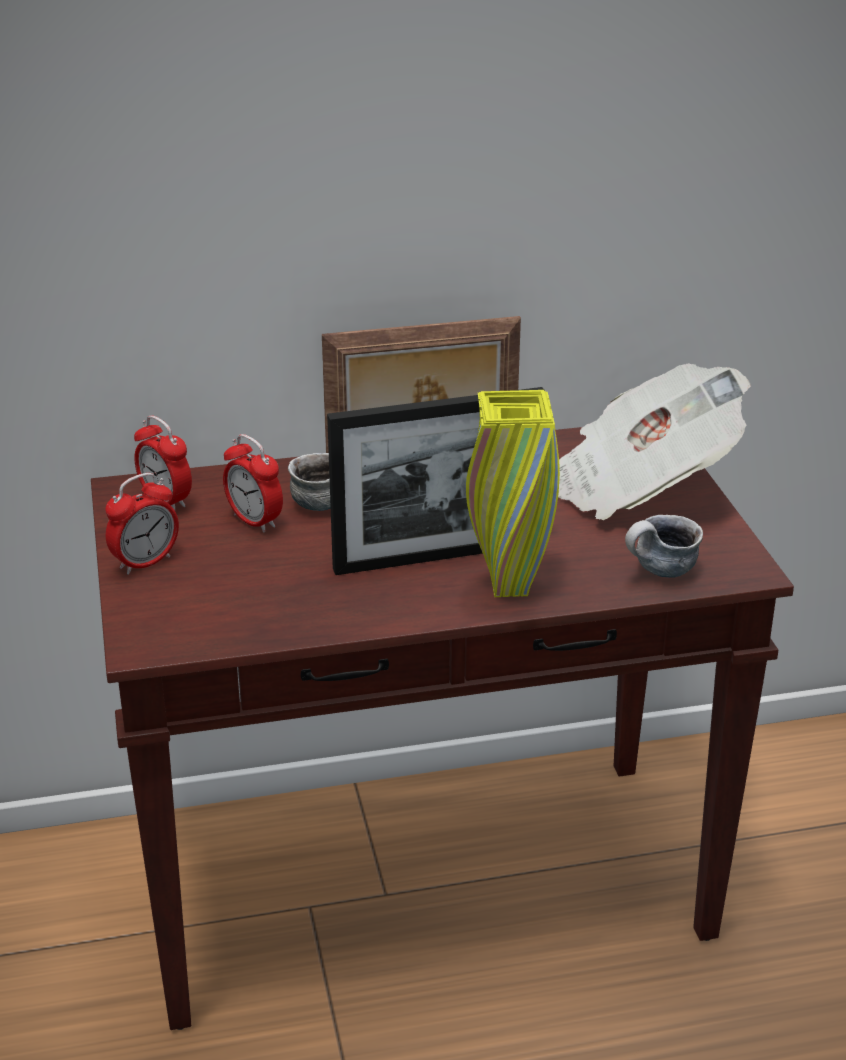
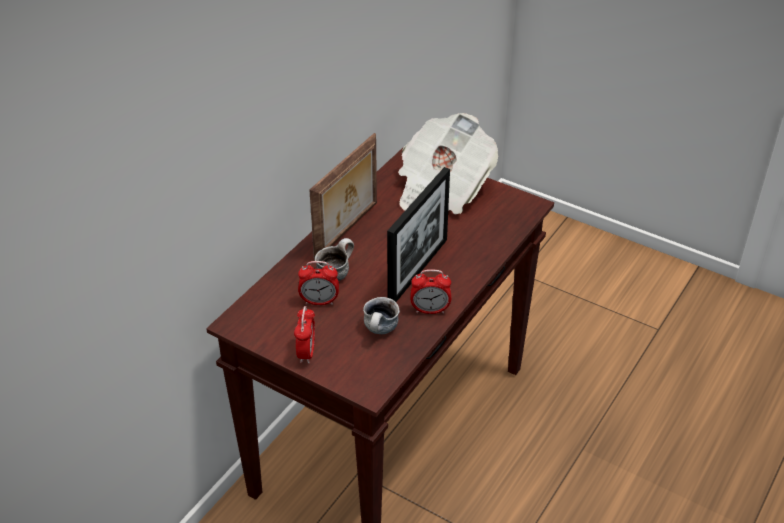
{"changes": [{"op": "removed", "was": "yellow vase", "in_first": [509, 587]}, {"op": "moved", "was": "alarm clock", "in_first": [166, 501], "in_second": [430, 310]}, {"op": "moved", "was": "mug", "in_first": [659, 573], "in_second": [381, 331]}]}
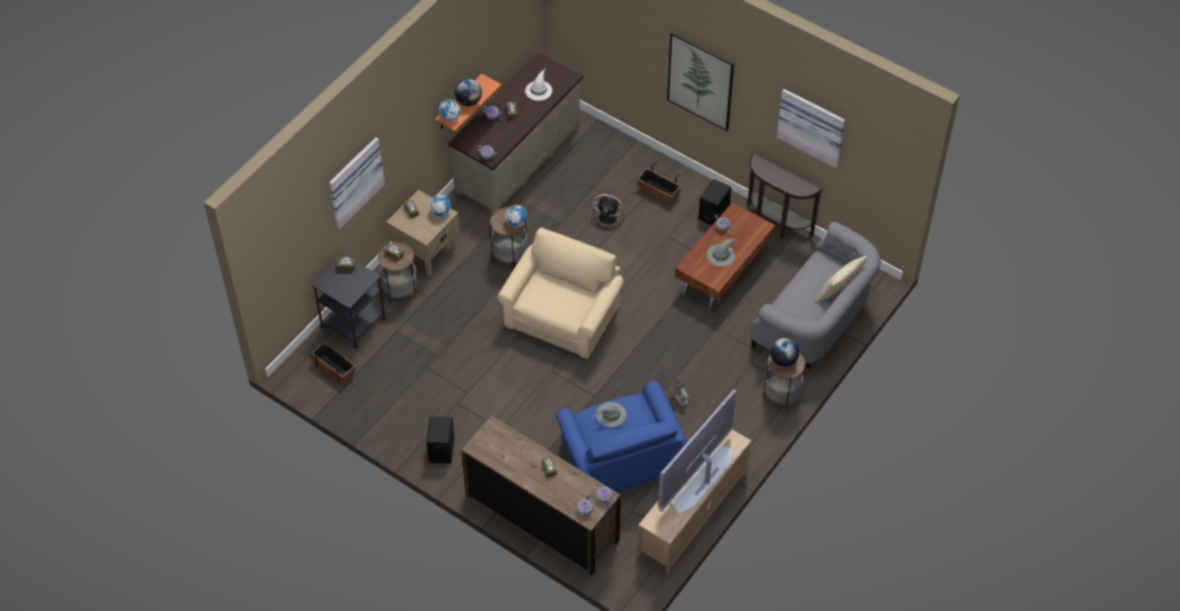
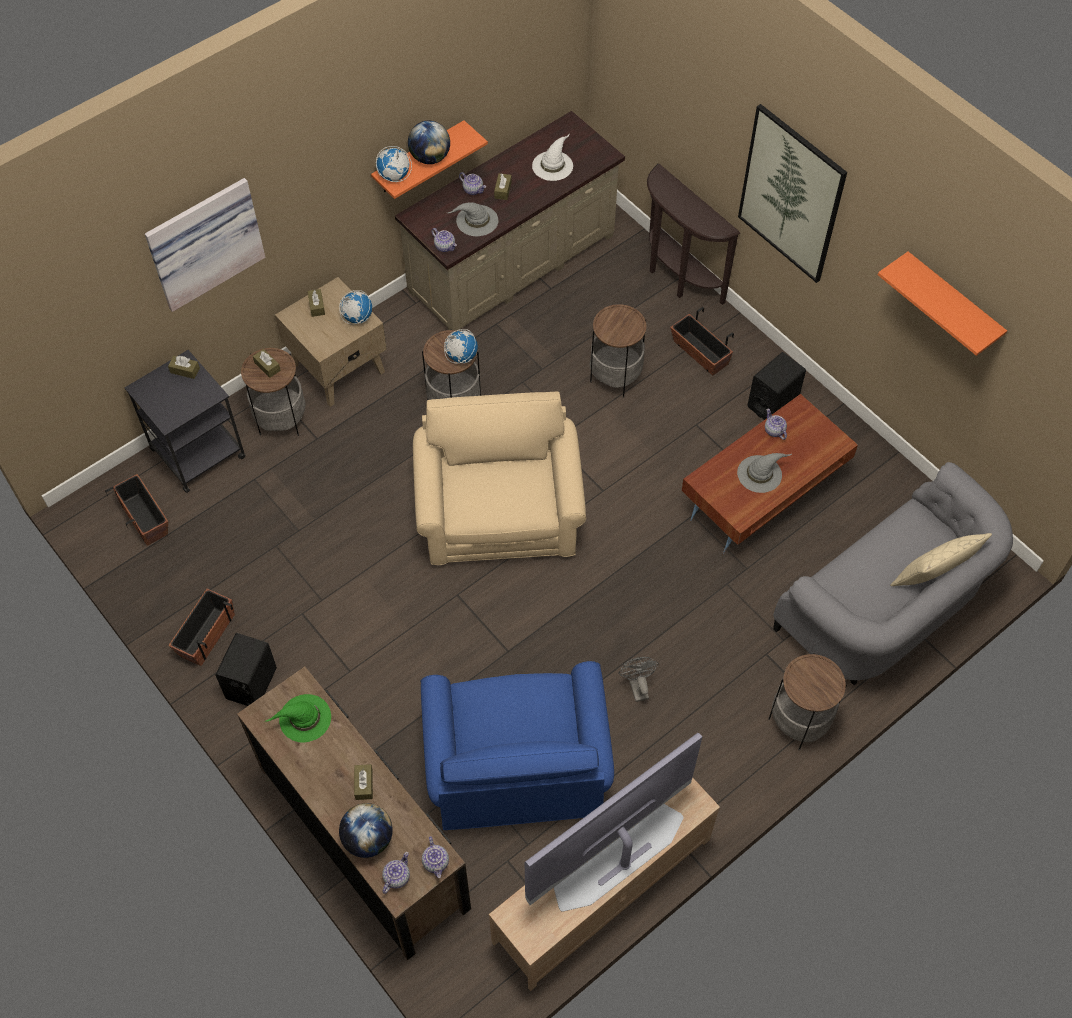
{"changes": [{"op": "added", "now": "planter", "in_second": [206, 635]}, {"op": "added", "now": "green hat", "in_second": [304, 718]}, {"op": "moved", "was": "grey hat", "in_first": [610, 415], "in_second": [476, 221]}, {"op": "moved", "was": "brown console table", "in_first": [775, 225], "in_second": [677, 277]}, {"op": "moved", "was": "globe", "in_first": [783, 360], "in_second": [368, 839]}, {"op": "replaced", "was": "black fan", "now": "side table", "in_first": [609, 218], "in_second": [615, 376]}, {"op": "replaced", "was": "picture", "now": "orange shelf", "in_first": [812, 126], "in_second": [952, 302]}, {"op": "turned", "was": "beige armchair", "in_first": [562, 317], "in_second": [500, 514], "clockwise": -45}]}
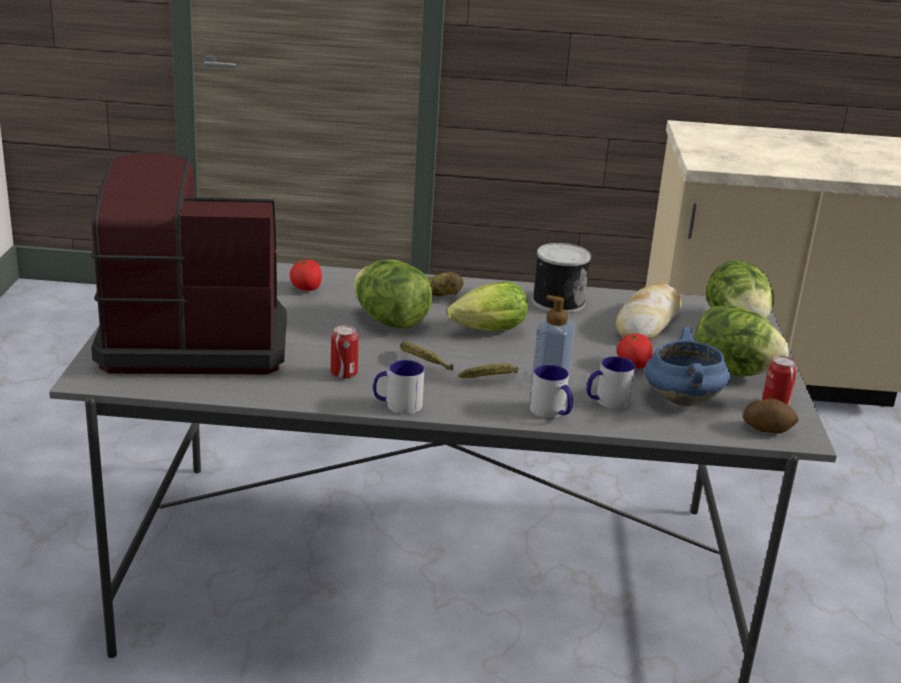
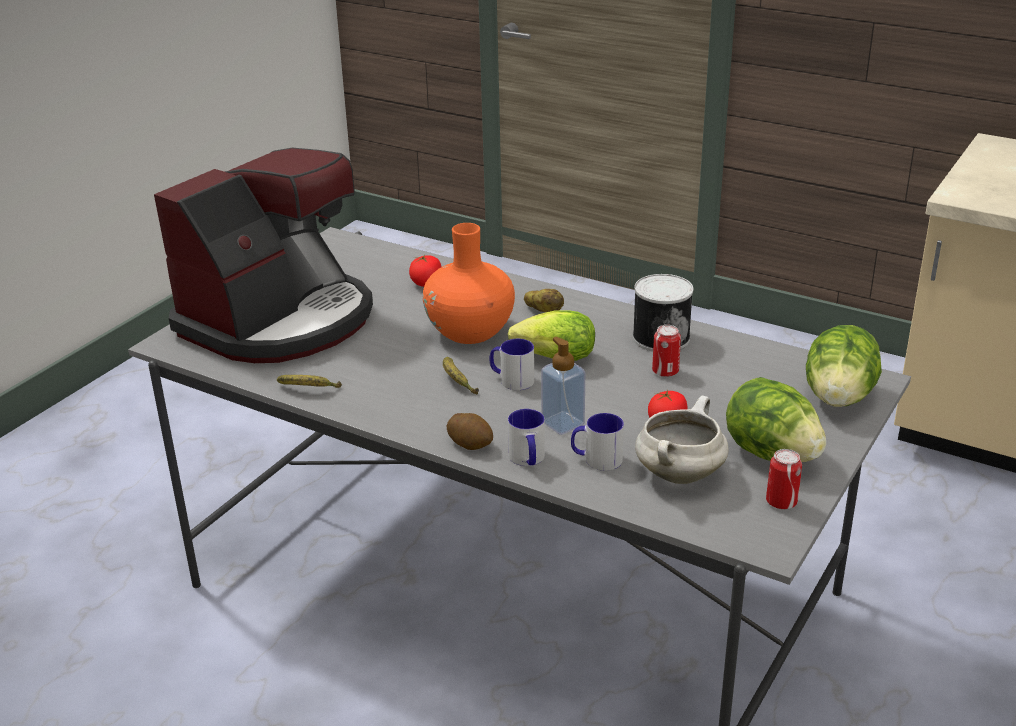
{"changes": [{"op": "removed", "was": "bread", "in_first": [648, 322]}, {"op": "moved", "was": "can", "in_first": [344, 374], "in_second": [665, 371]}, {"op": "moved", "was": "mug", "in_first": [397, 405], "in_second": [511, 380]}, {"op": "moved", "was": "banana", "in_first": [491, 379], "in_second": [308, 389]}, {"op": "moved", "was": "potato", "in_first": [767, 429], "in_second": [470, 443]}, {"op": "replaced", "was": "lettuce", "now": "orange vase", "in_first": [390, 321], "in_second": [470, 332]}, {"op": "recoloured", "was": "blue cooking pot", "now": "white cooking pot", "in_first": [681, 399], "in_second": [679, 473]}, {"op": "turned", "was": "coffee machine", "in_first": [193, 340], "in_second": [280, 321], "clockwise": 105}]}
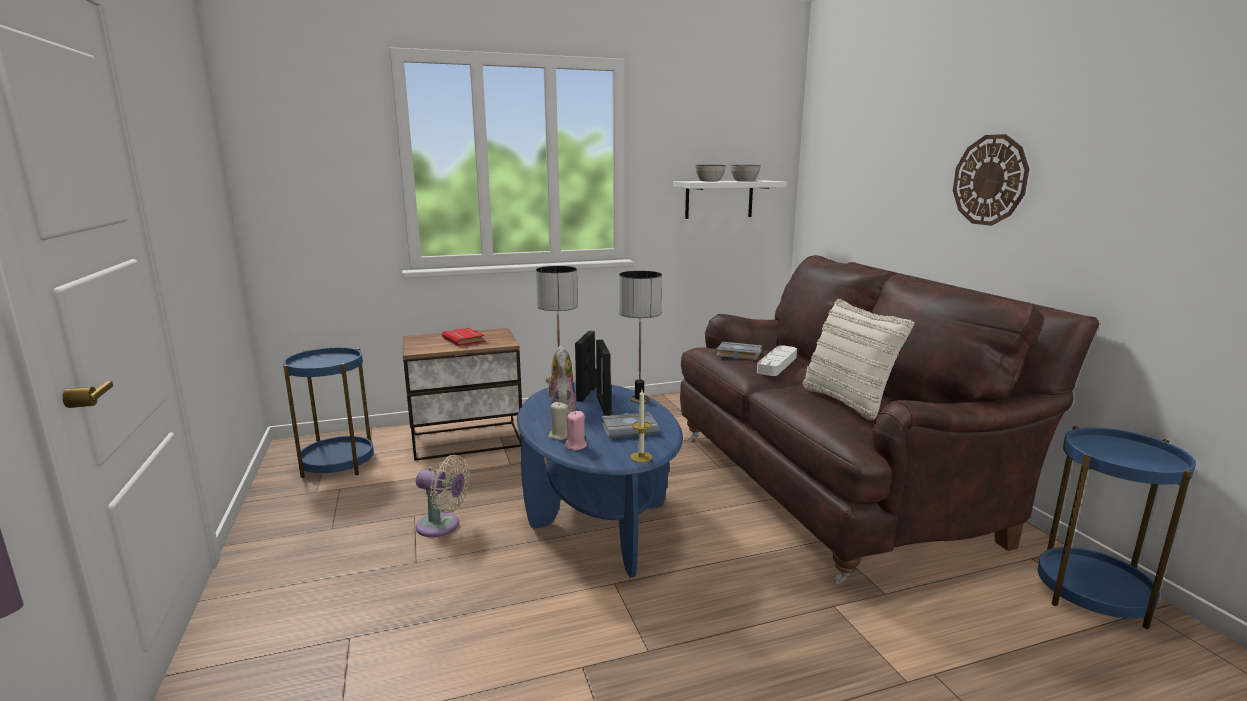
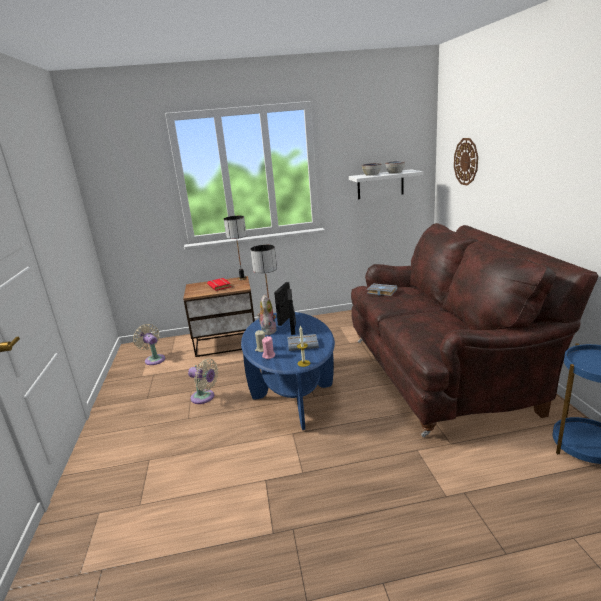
{"changes": [{"op": "removed", "was": "white tray", "in_first": [777, 364]}, {"op": "removed", "was": "beige pillow", "in_first": [849, 402]}, {"op": "moved", "was": "table lamp", "in_first": [639, 399], "in_second": [242, 278]}, {"op": "moved", "was": "wall clock", "in_first": [990, 180], "in_second": [466, 161]}, {"op": "replaced", "was": "blue side table", "now": "beige fan", "in_first": [338, 464], "in_second": [154, 359]}]}
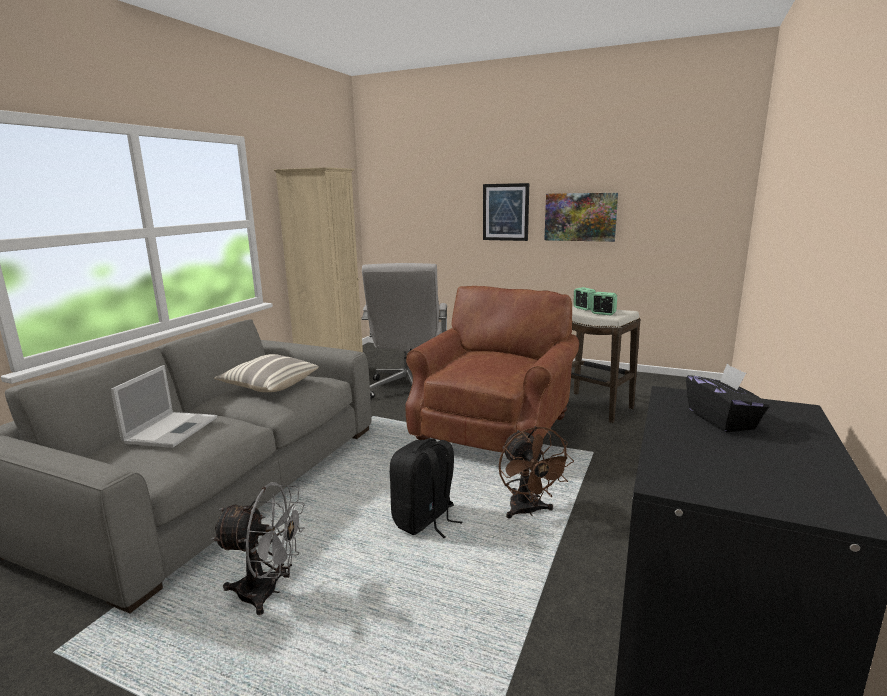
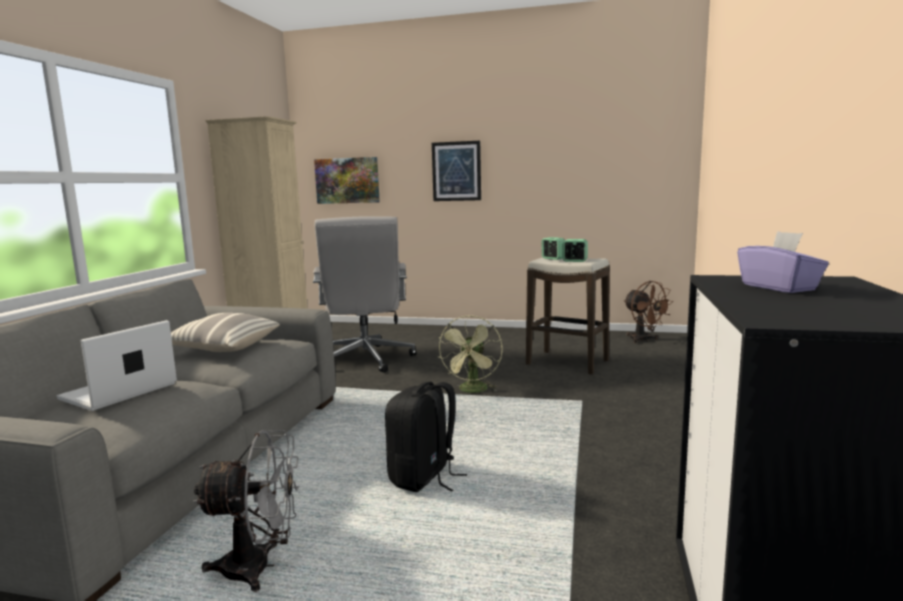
{"changes": [{"op": "moved", "was": "brown fan", "in_first": [528, 511], "in_second": [644, 340]}, {"op": "moved", "was": "picture", "in_first": [580, 217], "in_second": [347, 180]}, {"op": "replaced", "was": "brown armchair", "now": "green fan", "in_first": [494, 431], "in_second": [473, 391]}, {"op": "recoloured", "was": "black tissue box", "now": "purple tissue box", "in_first": [722, 420], "in_second": [779, 287]}, {"op": "turned", "was": "laptop", "in_first": [172, 429], "in_second": [117, 392], "clockwise": -150}]}
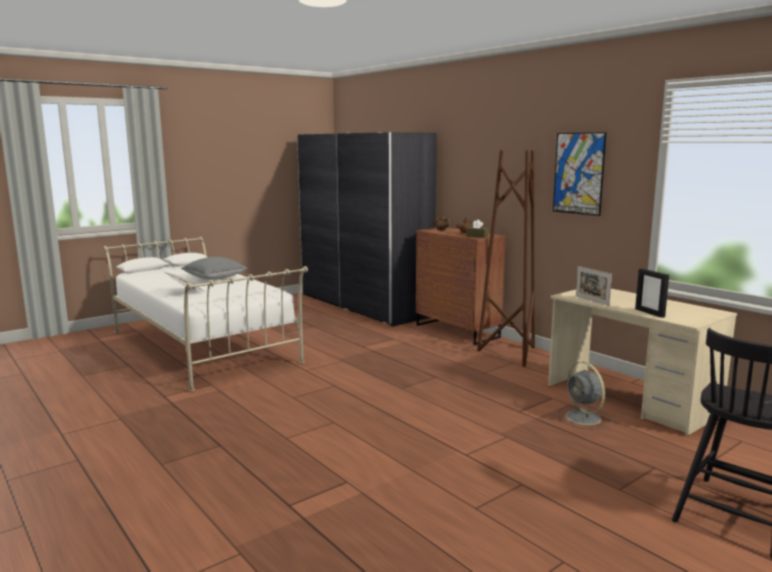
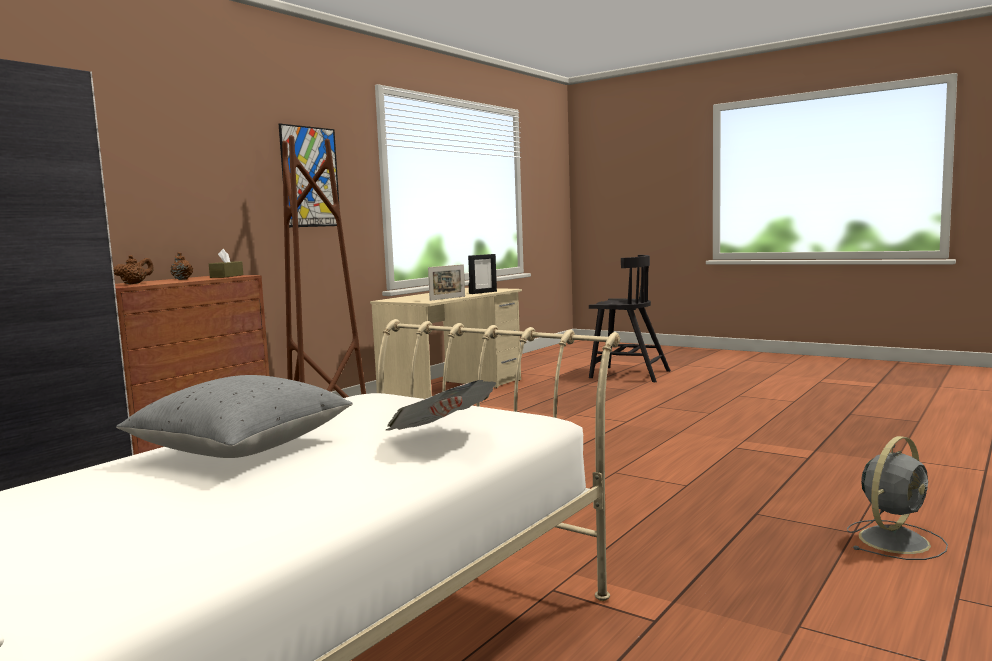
{"changes": [{"op": "moved", "was": "grey fan", "in_first": [584, 418], "in_second": [895, 539]}]}
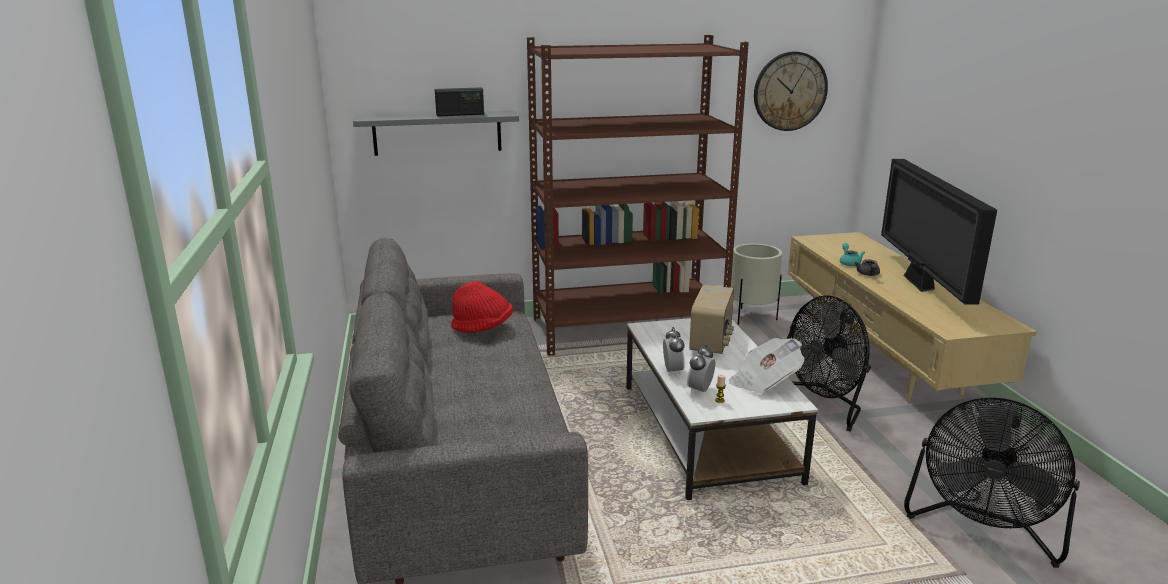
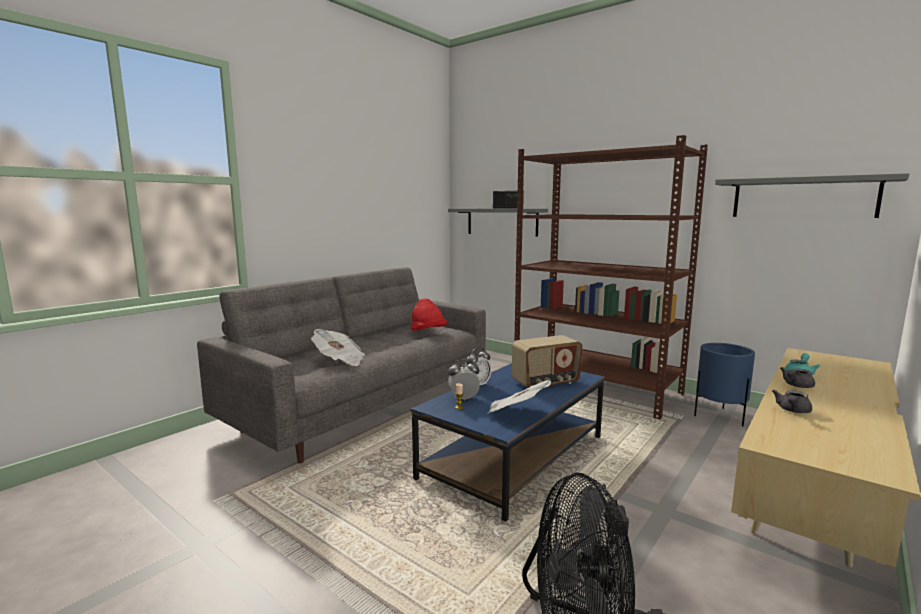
{"changes": [{"op": "removed", "was": "black fan", "in_first": [825, 400]}, {"op": "removed", "was": "television", "in_first": [919, 284]}, {"op": "added", "now": "newspaper", "in_second": [339, 361]}, {"op": "added", "now": "grey teapot", "in_second": [792, 410]}, {"op": "replaced", "was": "wall clock", "now": "grey shelf", "in_first": [790, 91], "in_second": [803, 198]}, {"op": "recoloured", "was": "white coffee table", "now": "blue coffee table", "in_first": [706, 431], "in_second": [515, 456]}, {"op": "recoloured", "was": "beige planter", "now": "blue planter", "in_first": [752, 317], "in_second": [720, 416]}]}
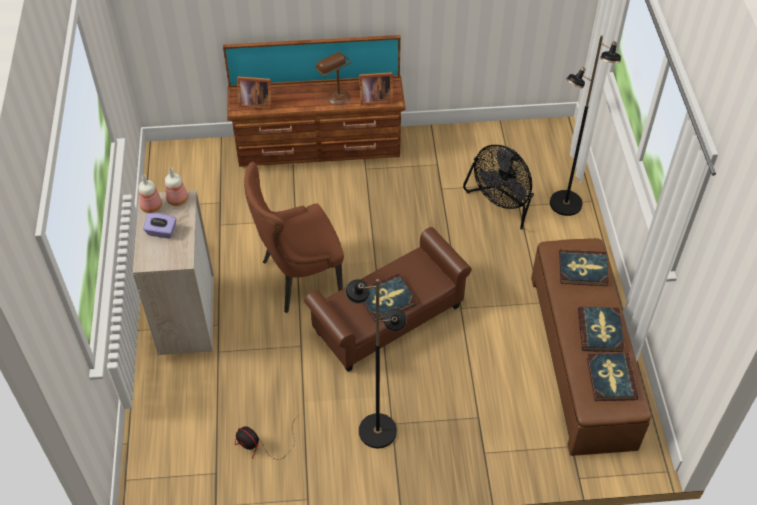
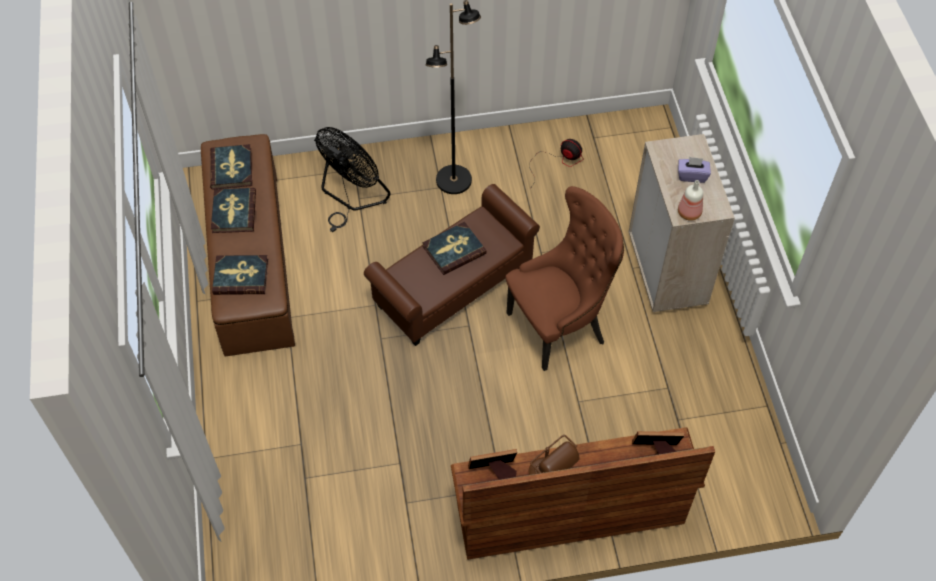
{"changes": [{"op": "removed", "was": "bottle", "in_first": [150, 207]}, {"op": "removed", "was": "black floor lamp", "in_first": [565, 204]}, {"op": "moved", "was": "black fan", "in_first": [501, 201], "in_second": [347, 195]}]}
